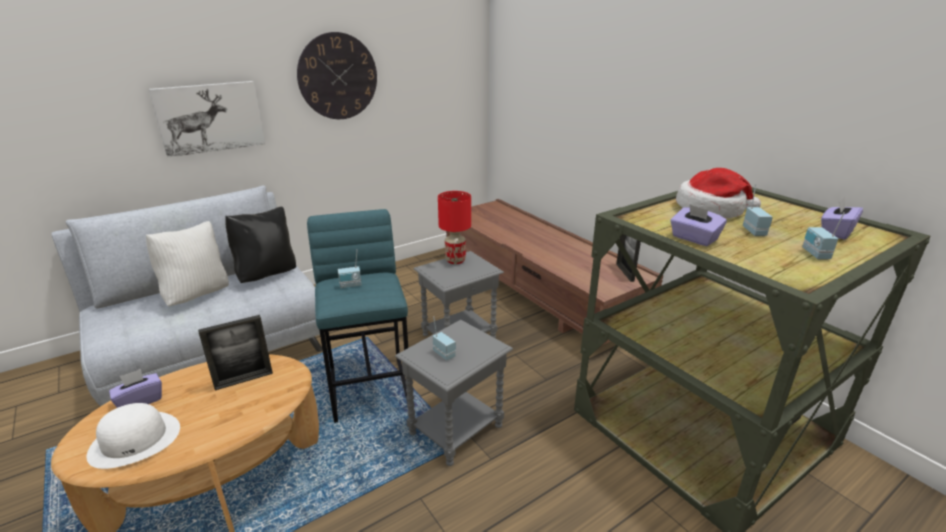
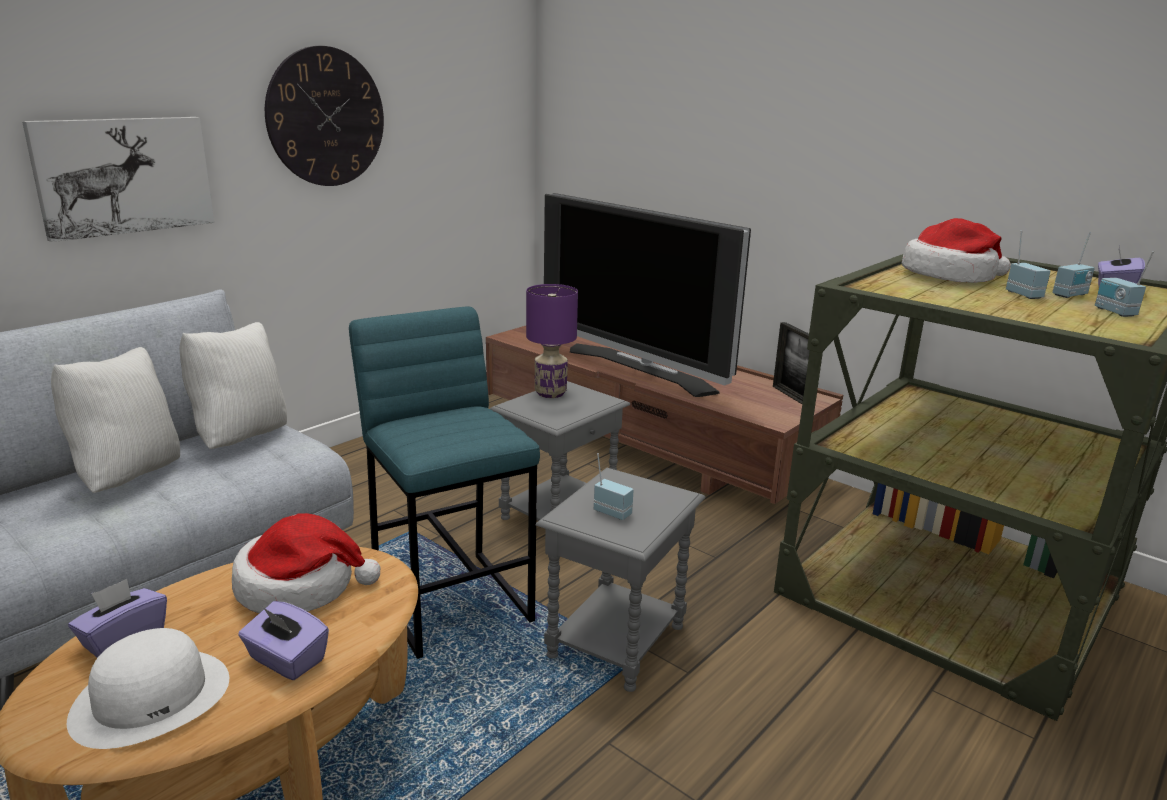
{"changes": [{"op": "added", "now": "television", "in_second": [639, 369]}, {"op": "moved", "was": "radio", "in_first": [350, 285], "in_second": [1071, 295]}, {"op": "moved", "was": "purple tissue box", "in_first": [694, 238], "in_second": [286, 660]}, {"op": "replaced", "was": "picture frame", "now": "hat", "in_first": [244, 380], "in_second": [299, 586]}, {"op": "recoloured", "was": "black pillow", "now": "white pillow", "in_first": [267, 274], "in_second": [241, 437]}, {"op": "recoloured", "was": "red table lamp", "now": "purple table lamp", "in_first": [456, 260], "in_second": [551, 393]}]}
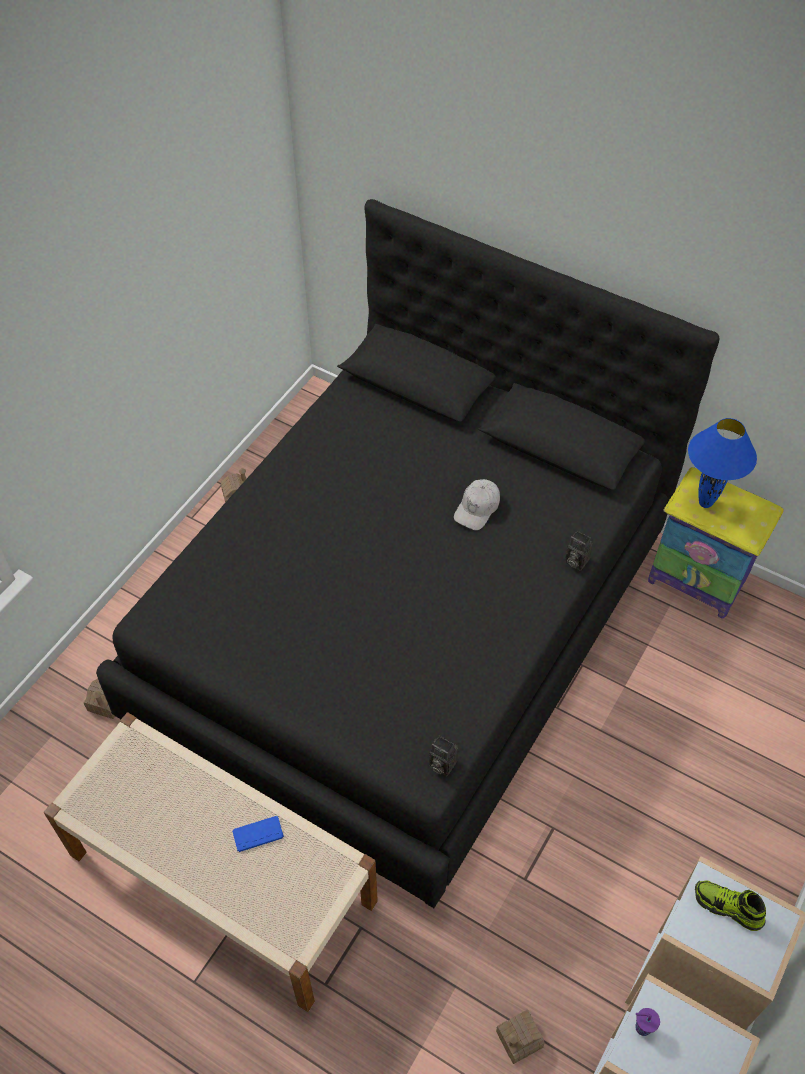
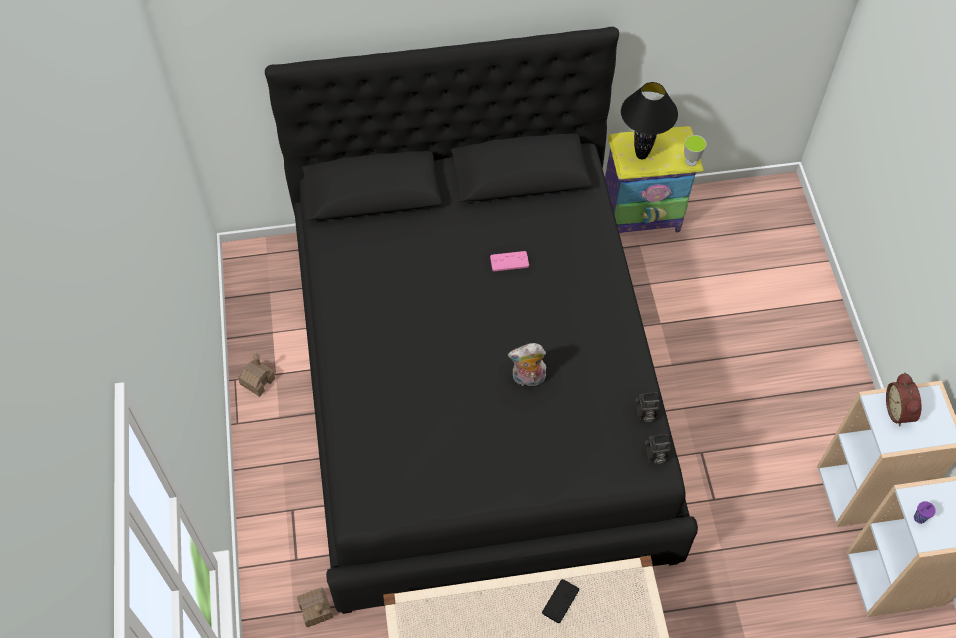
{"changes": [{"op": "removed", "was": "toy house", "in_first": [519, 1039]}, {"op": "added", "now": "plush toy", "in_second": [528, 379]}, {"op": "added", "now": "cup", "in_second": [691, 161]}, {"op": "moved", "was": "photo camera", "in_first": [575, 561], "in_second": [645, 414]}, {"op": "replaced", "was": "white cap", "now": "pink game controller", "in_first": [477, 508], "in_second": [509, 261]}, {"op": "replaced", "was": "shoe", "now": "alarm clock", "in_first": [727, 907], "in_second": [900, 411]}, {"op": "recoloured", "was": "blue game controller", "now": "black game controller", "in_first": [258, 834], "in_second": [560, 601]}, {"op": "recoloured", "was": "blue table lamp", "now": "black table lamp", "in_first": [704, 503], "in_second": [641, 155]}]}
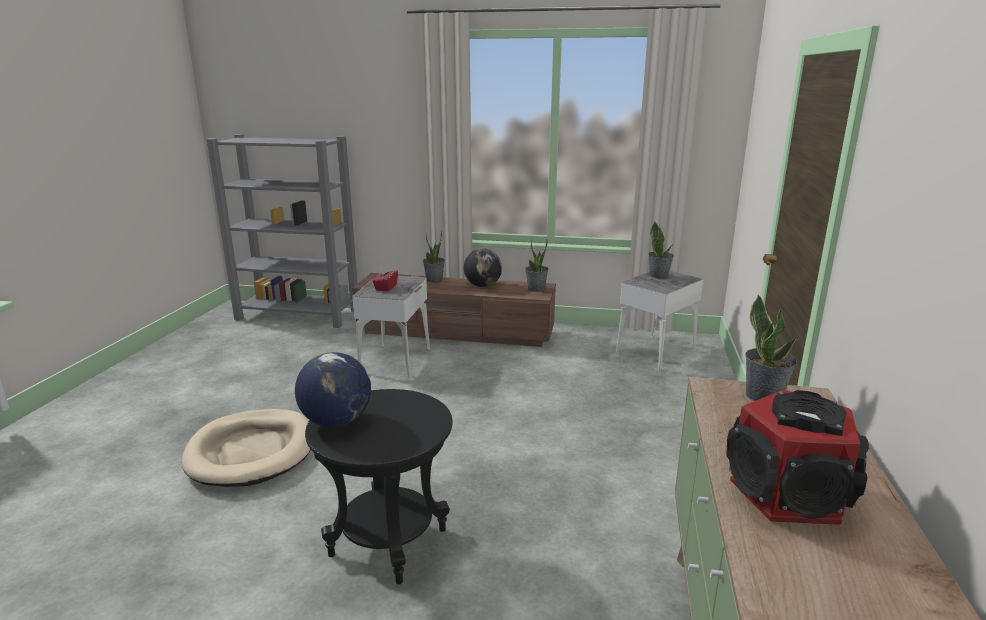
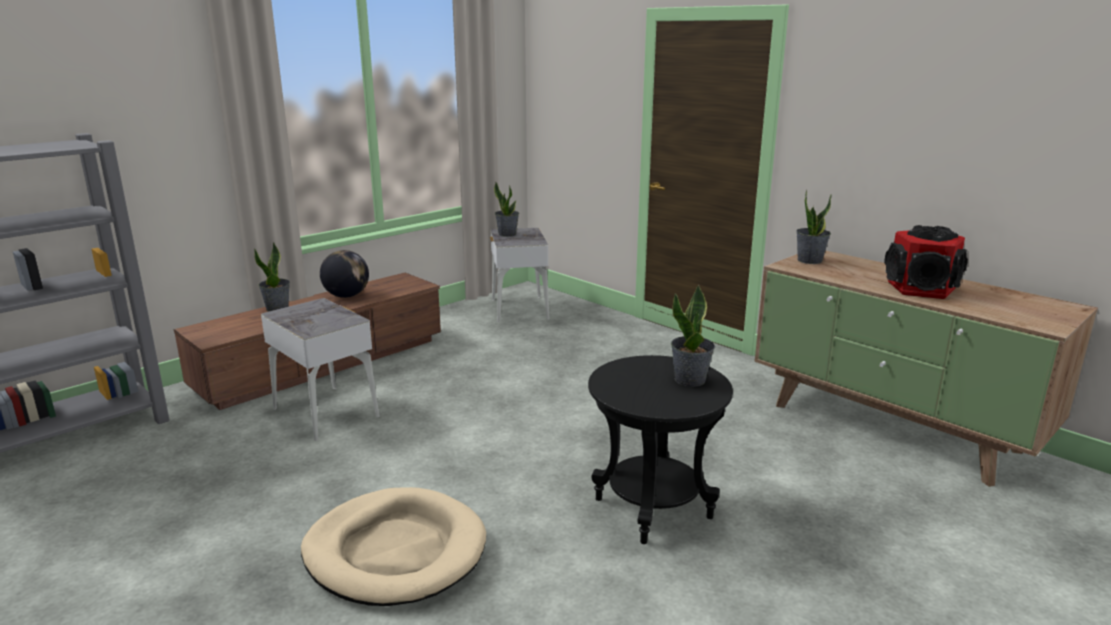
{"changes": [{"op": "removed", "was": "globe", "in_first": [336, 421]}, {"op": "removed", "was": "red tissue box", "in_first": [386, 287]}, {"op": "moved", "was": "potted plant", "in_first": [536, 288], "in_second": [690, 380]}]}
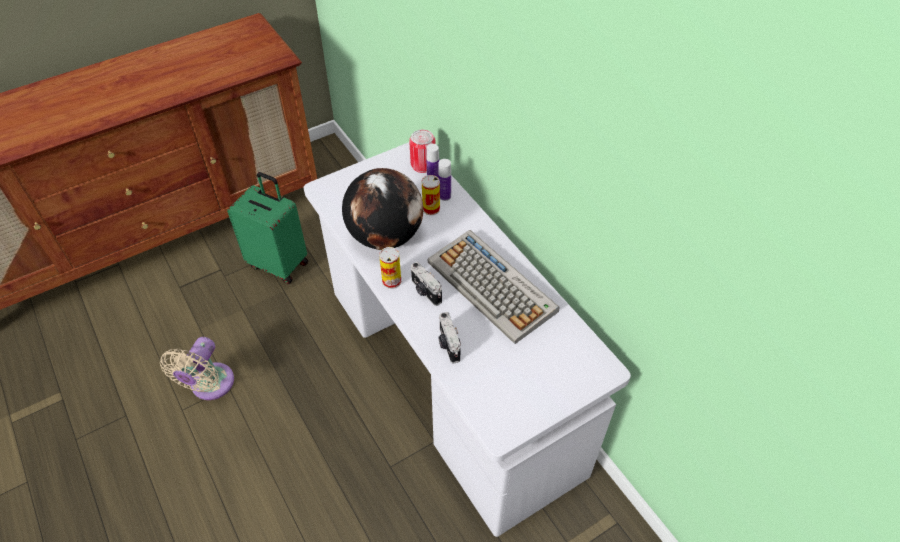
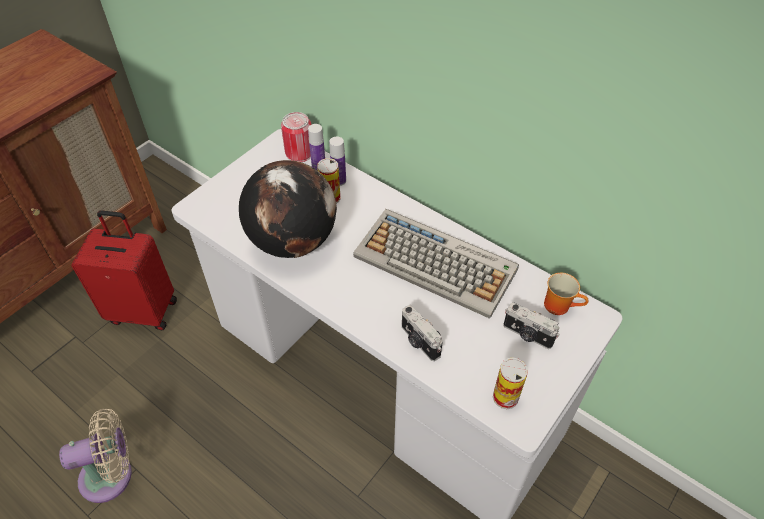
{"changes": [{"op": "added", "now": "mug", "in_second": [560, 305]}, {"op": "moved", "was": "can", "in_first": [391, 281], "in_second": [505, 397]}, {"op": "moved", "was": "photo camera", "in_first": [425, 292], "in_second": [527, 335]}, {"op": "recoloured", "was": "green suitcase", "now": "red suitcase", "in_first": [279, 263], "in_second": [144, 310]}, {"op": "turned", "was": "beige fan", "in_first": [210, 386], "in_second": [112, 475], "clockwise": -105}]}
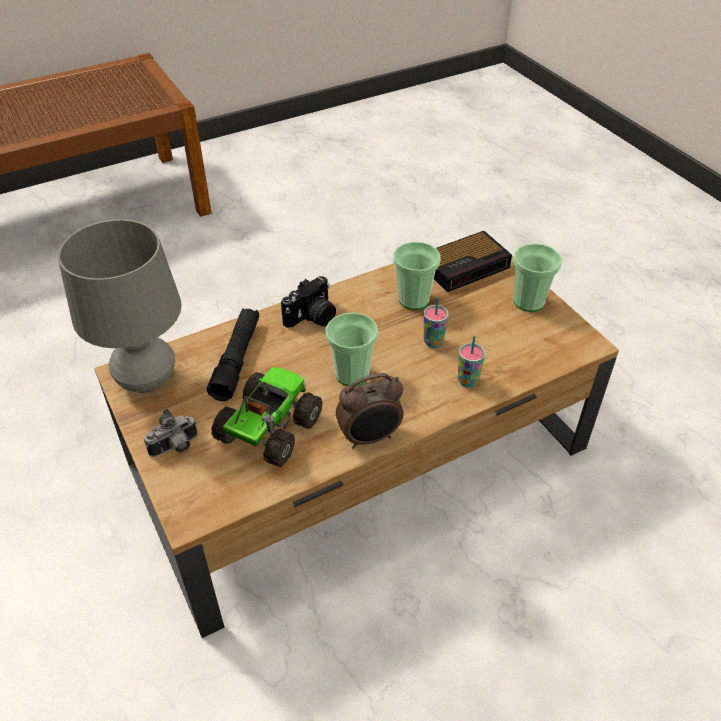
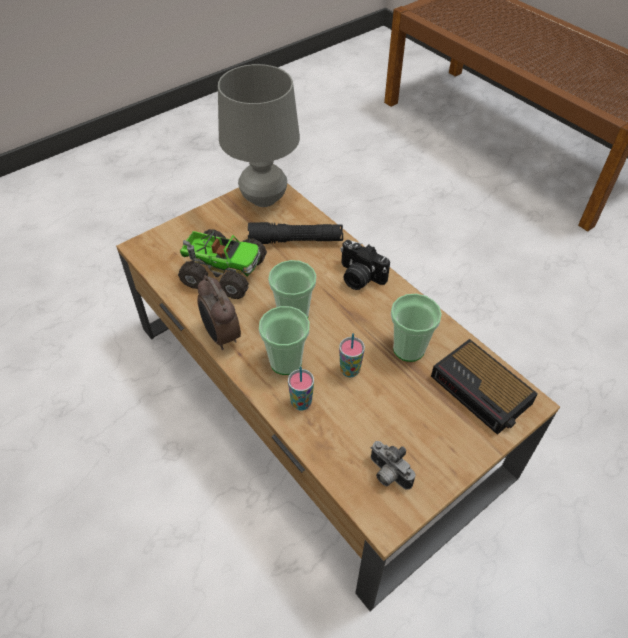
{"changes": [{"op": "moved", "was": "photo camera", "in_first": [175, 448], "in_second": [387, 474]}, {"op": "moved", "was": "cup", "in_first": [529, 302], "in_second": [286, 362]}]}
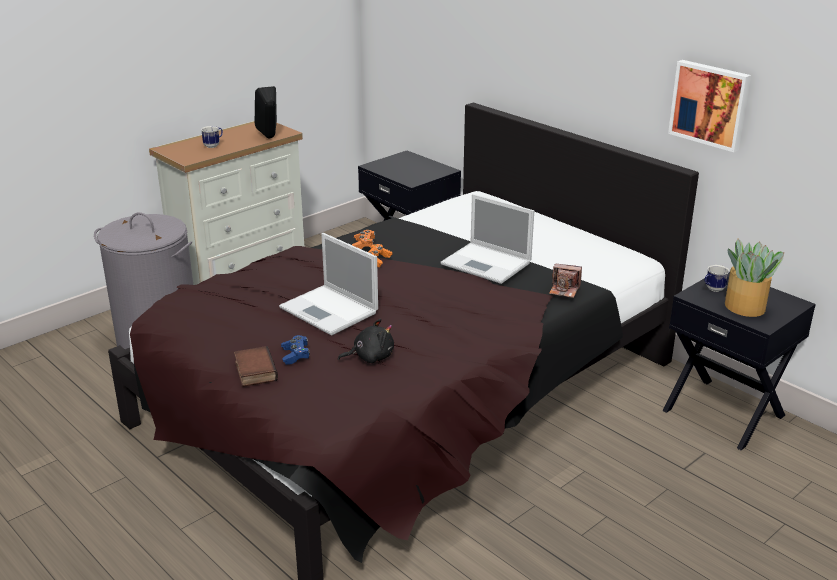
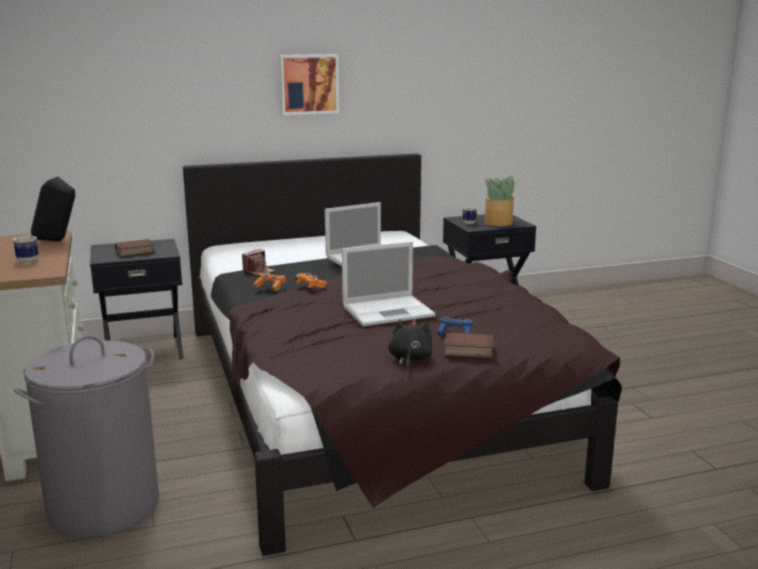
{"changes": [{"op": "added", "now": "book", "in_second": [134, 252]}, {"op": "moved", "was": "black plush toy", "in_first": [370, 357], "in_second": [410, 359]}, {"op": "moved", "was": "photo camera", "in_first": [564, 290], "in_second": [259, 271]}, {"op": "moved", "was": "picture", "in_first": [710, 104], "in_second": [308, 84]}]}
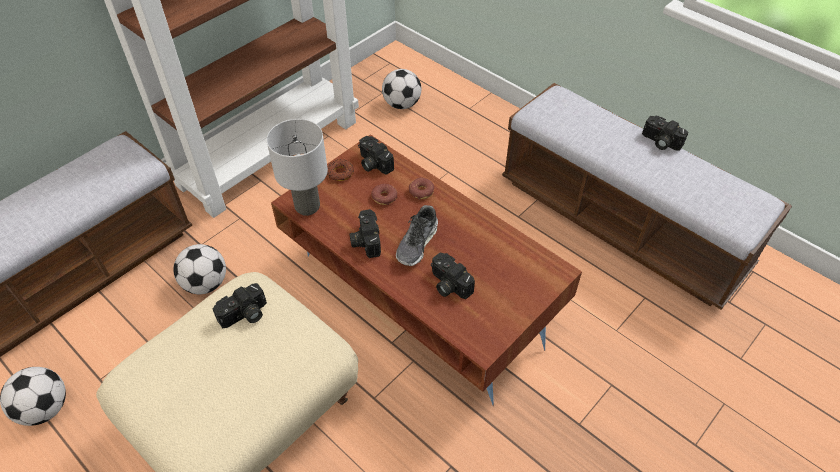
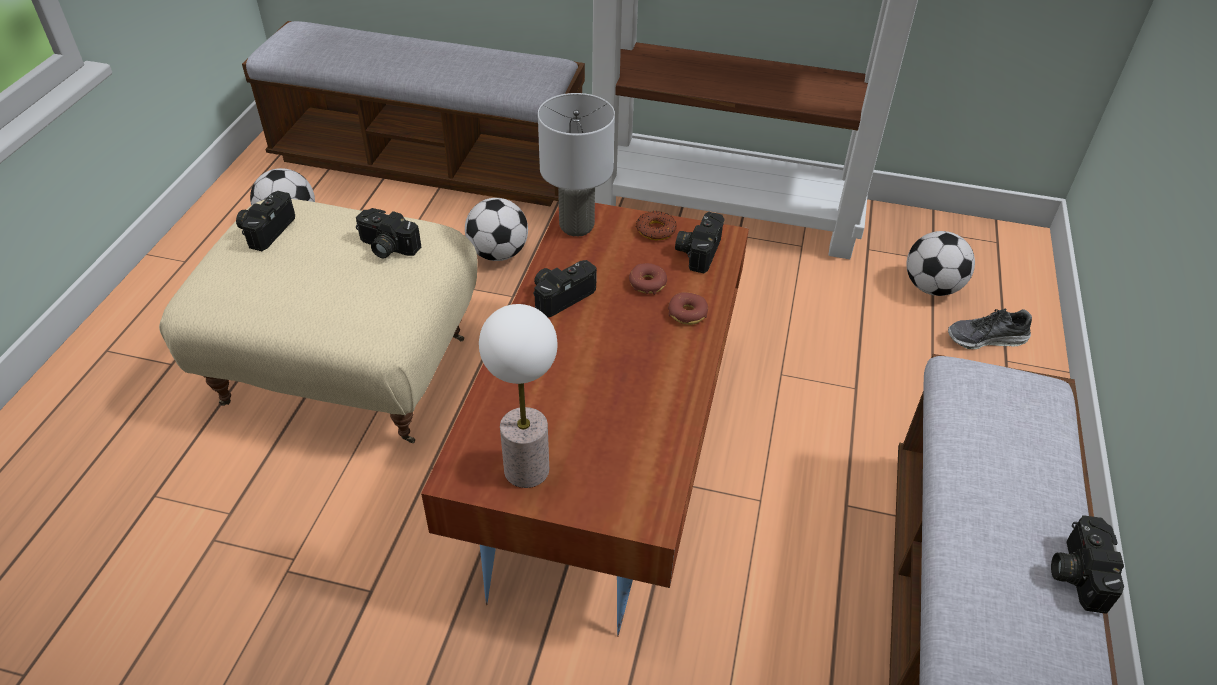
{"changes": [{"op": "added", "now": "table lamp", "in_second": [526, 470]}, {"op": "moved", "was": "shoe", "in_first": [417, 244], "in_second": [986, 338]}, {"op": "moved", "was": "photo camera", "in_first": [448, 285], "in_second": [266, 229]}]}
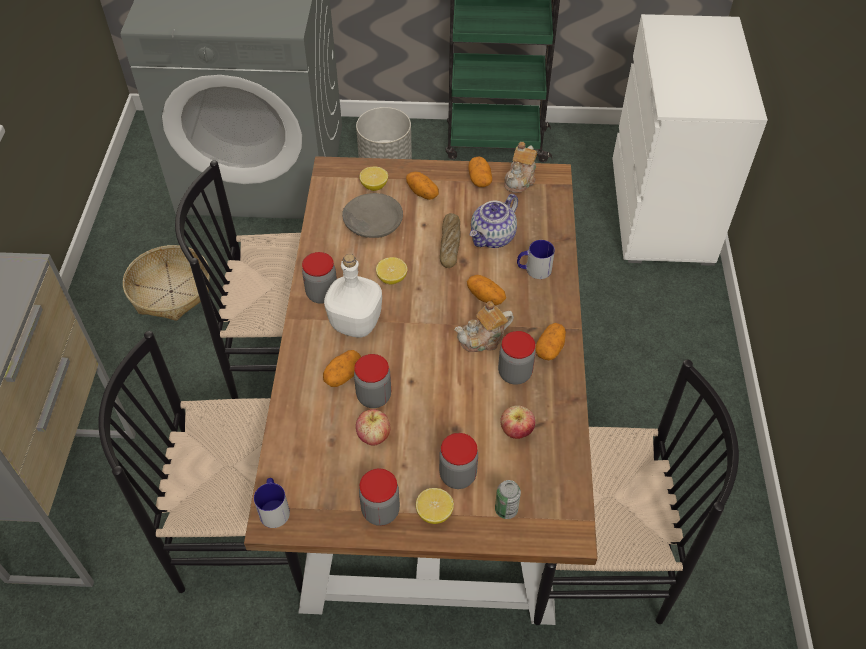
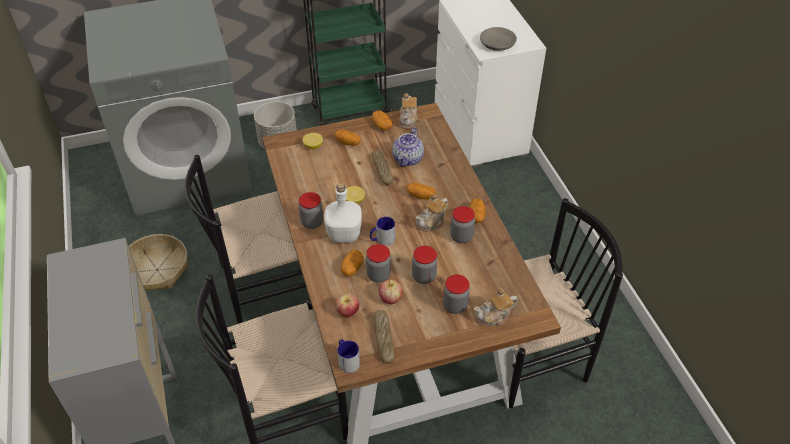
{"changes": [{"op": "removed", "was": "lemon", "in_first": [434, 512]}, {"op": "added", "now": "bread", "in_second": [384, 339]}, {"op": "moved", "was": "grey bowl", "in_first": [372, 223], "in_second": [496, 44]}, {"op": "moved", "was": "jar", "in_first": [380, 511], "in_second": [424, 276]}, {"op": "moved", "was": "apple", "in_first": [516, 431], "in_second": [347, 312]}, {"op": "moved", "was": "mug", "in_first": [533, 270], "in_second": [382, 239]}, {"op": "replaced", "was": "can", "now": "teapot", "in_first": [506, 509], "in_second": [494, 316]}]}
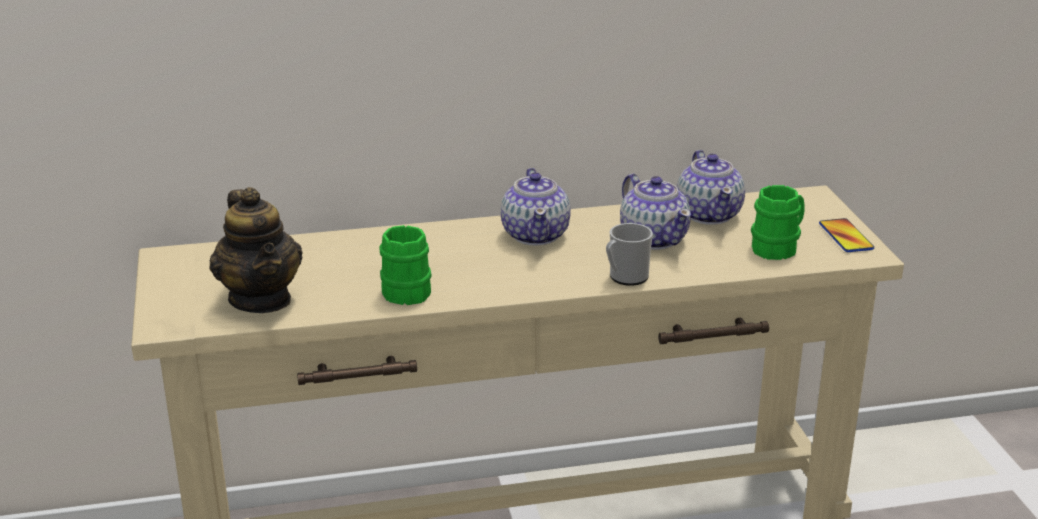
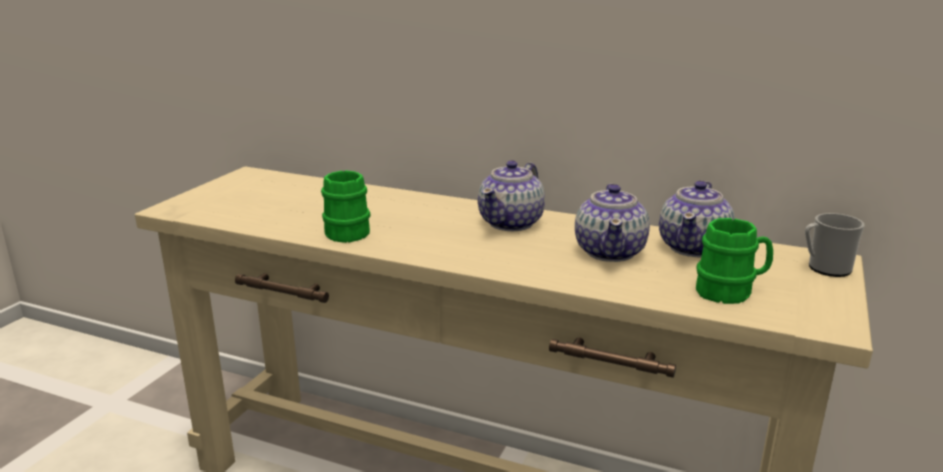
{"changes": [{"op": "removed", "was": "teapot", "in_first": [261, 299]}, {"op": "removed", "was": "phone", "in_first": [845, 237]}, {"op": "moved", "was": "mug", "in_first": [625, 278], "in_second": [825, 268]}]}
